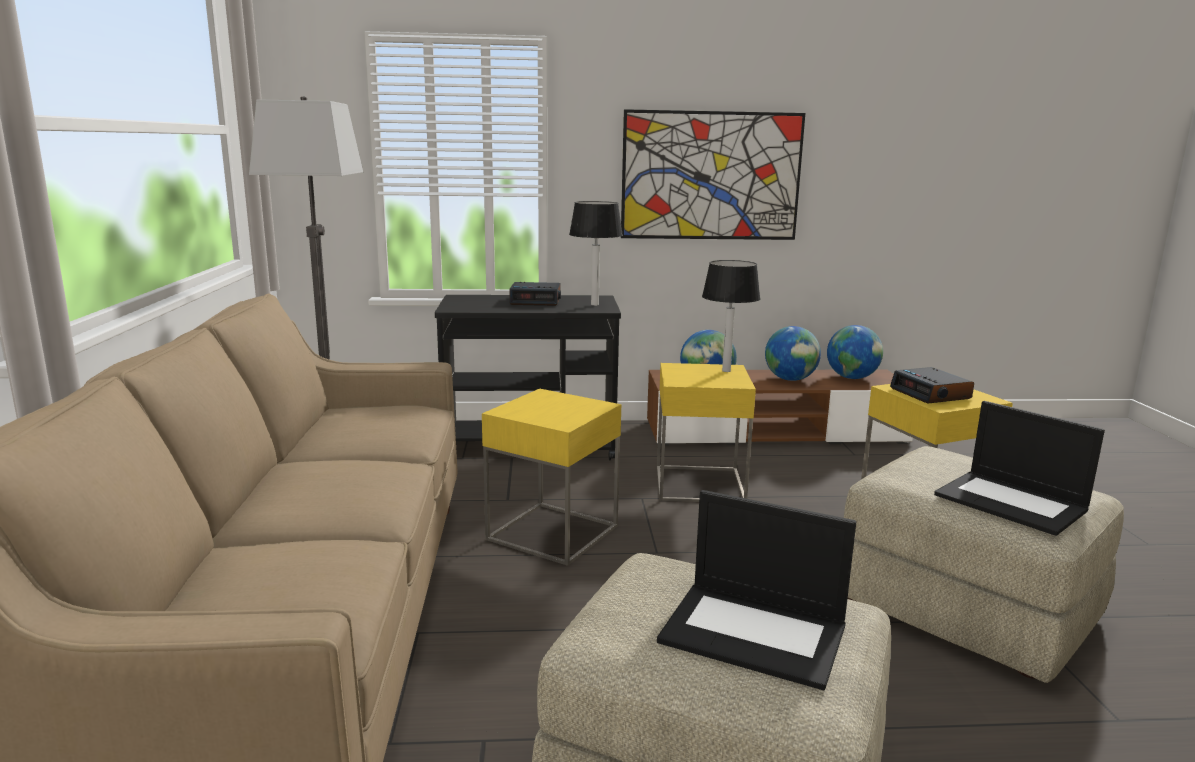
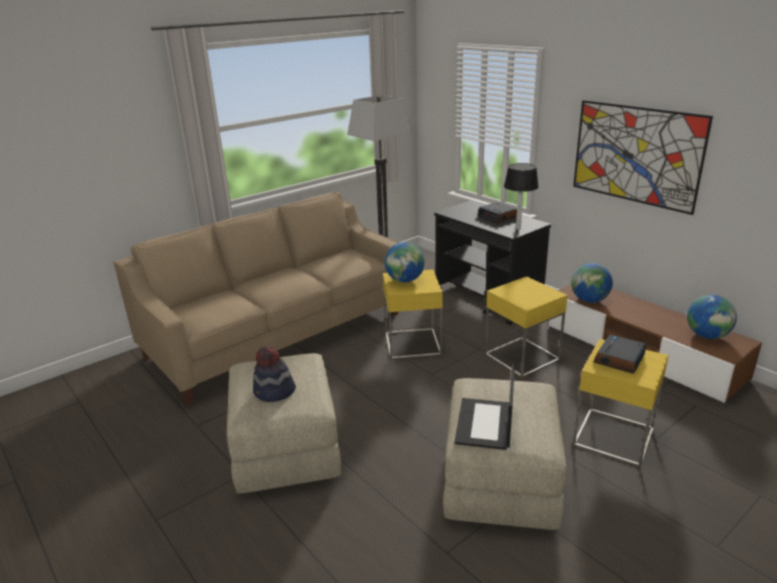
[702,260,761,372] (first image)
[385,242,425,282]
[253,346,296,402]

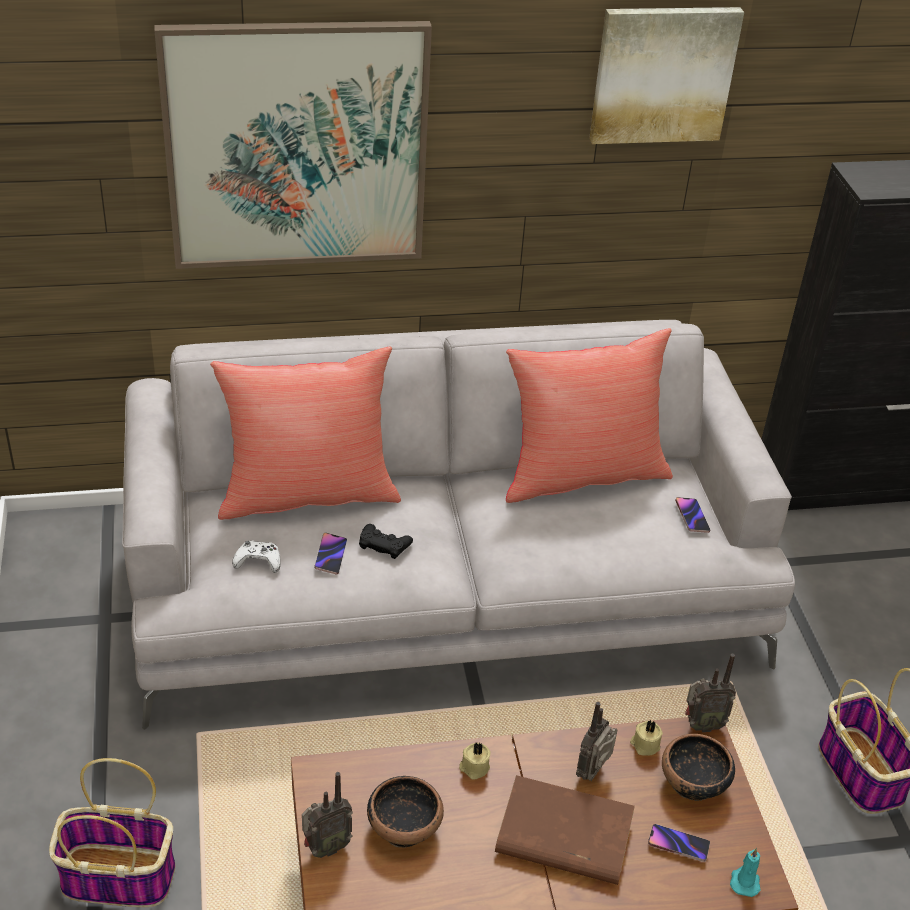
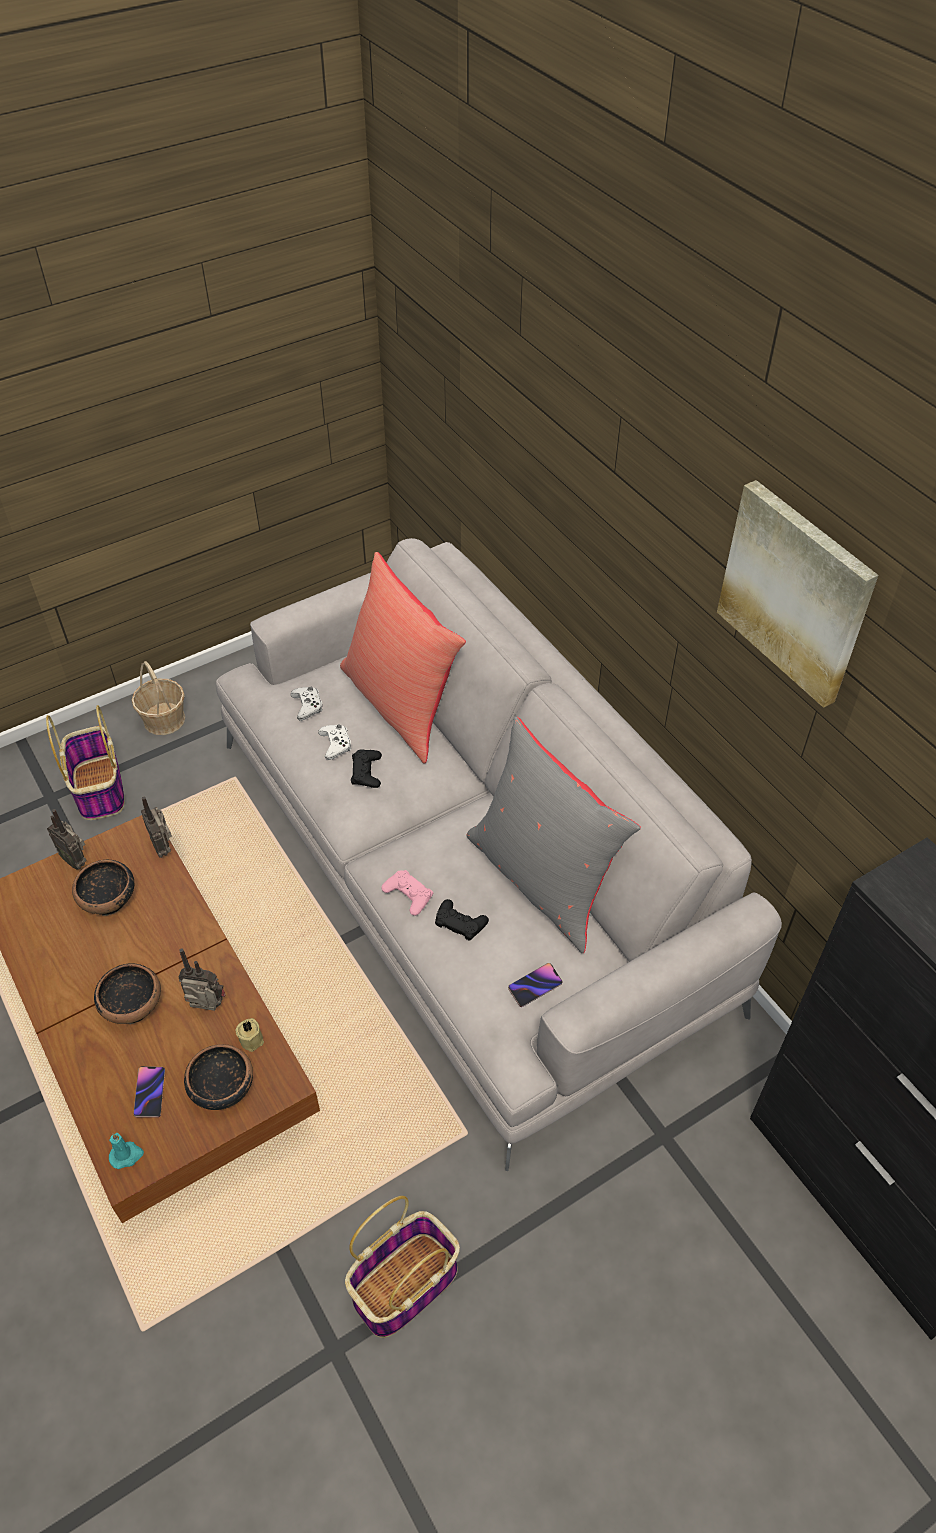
[154,21,432,269] (first image)
[459,743,491,779] (first image)
[132,661,185,735]
[381,870,433,916]
[435,899,489,941]
[141,797,172,858]
[318,724,351,760]
[94,963,161,1024]
[467,717,641,953]

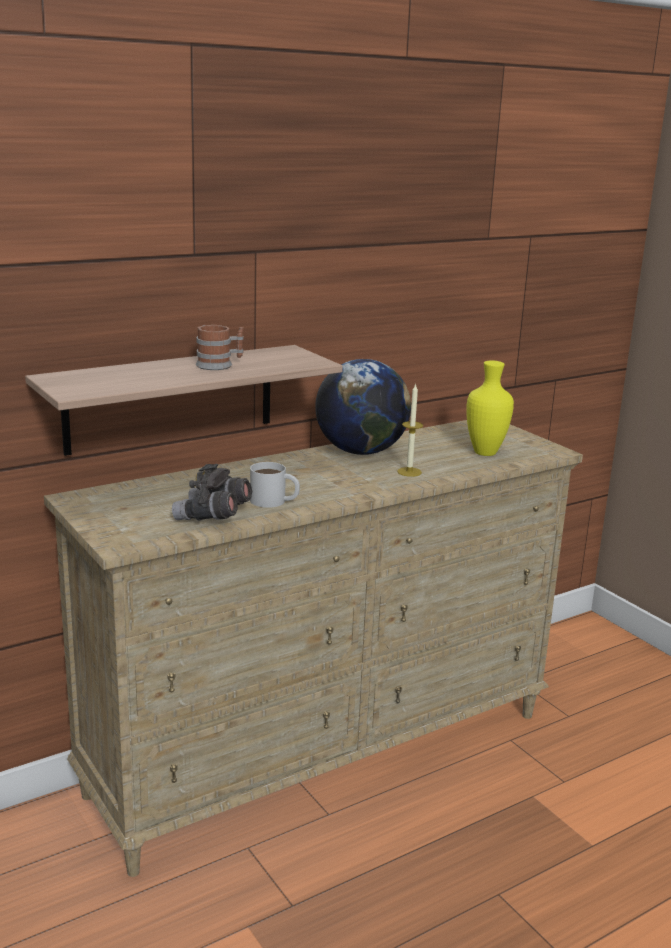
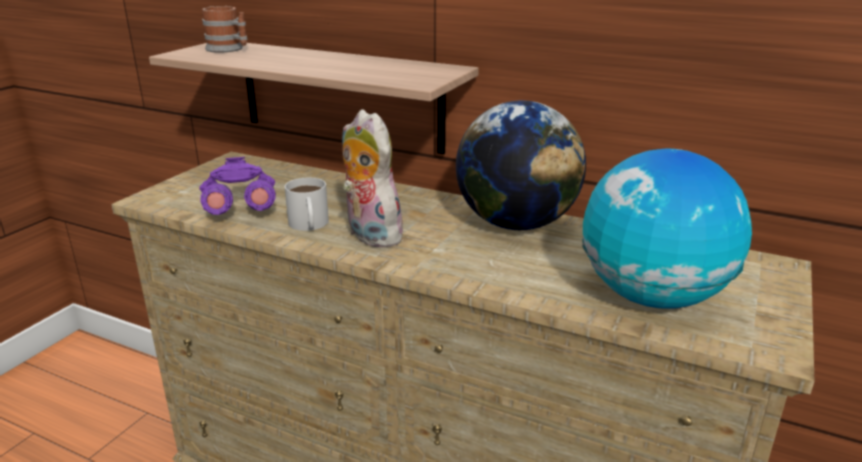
[397,383,423,477] (first image)
[342,109,403,248]
[202,6,247,53]
[582,149,752,309]
[199,157,276,215]

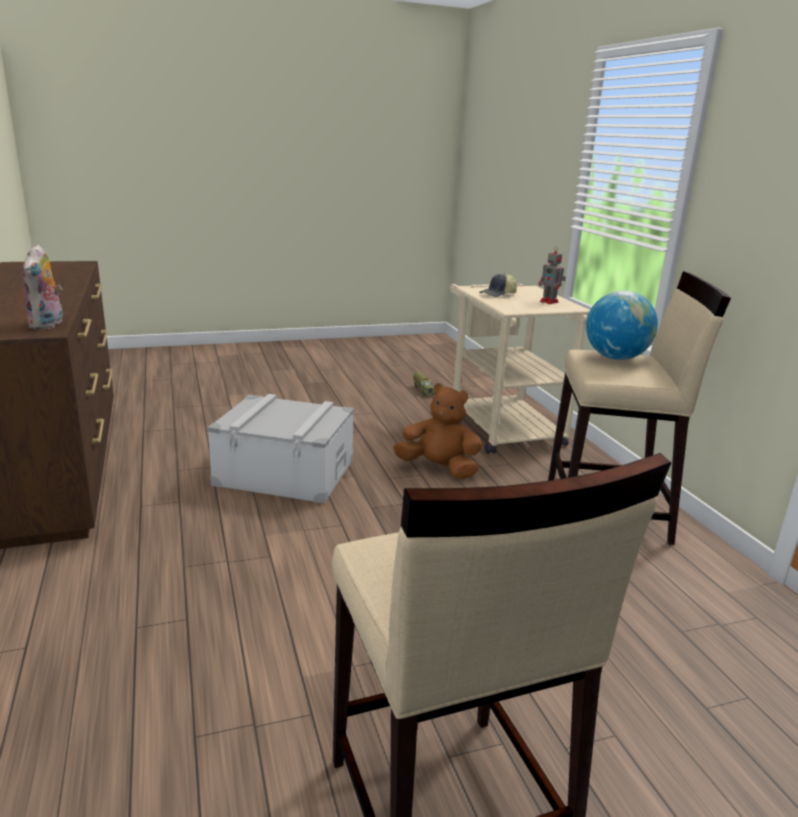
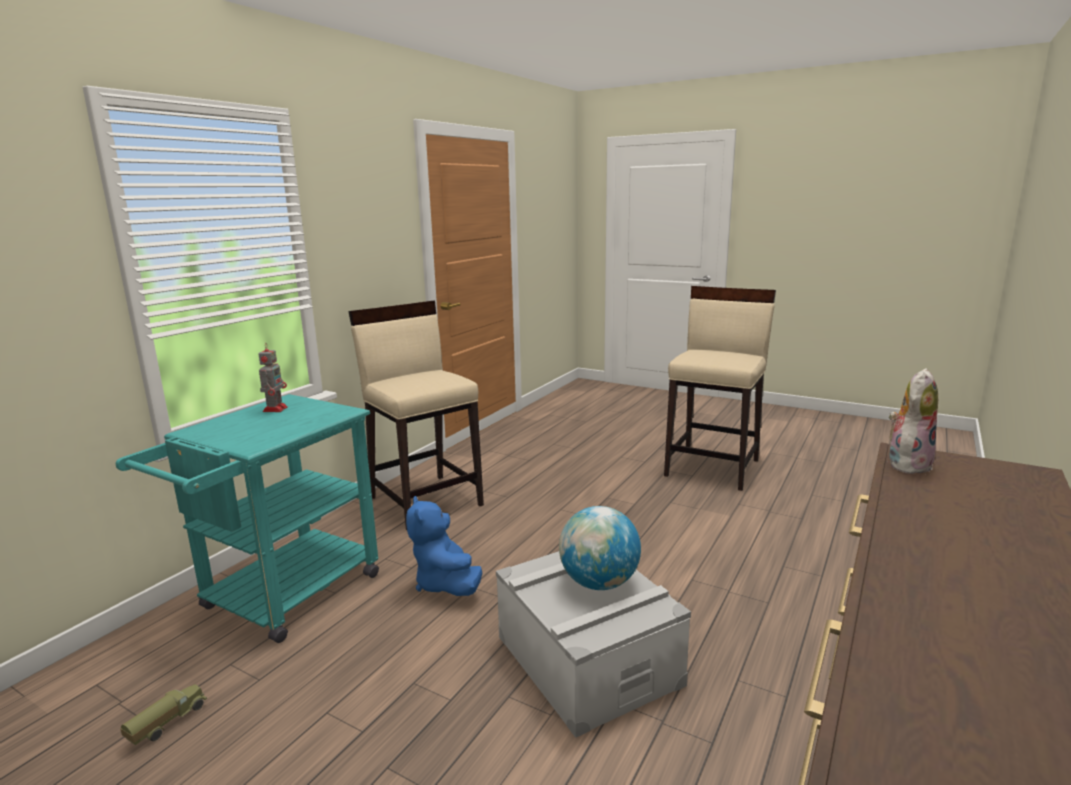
[479,273,517,297] (first image)
[559,506,641,590]
[406,496,482,596]
[116,394,379,643]

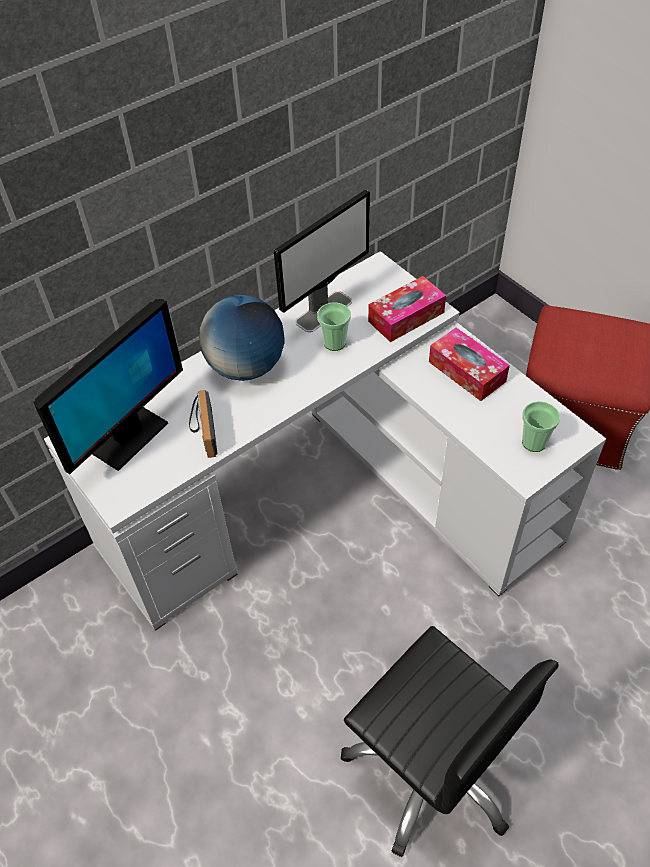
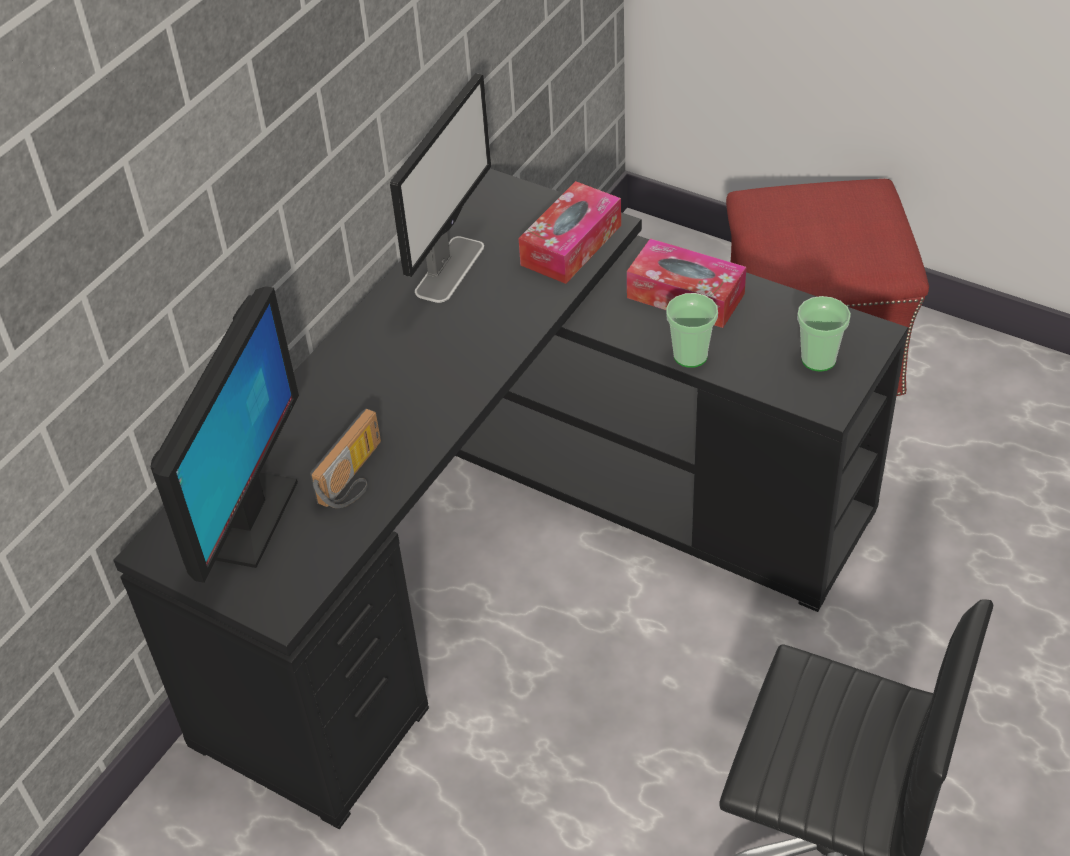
[199,295,285,381] (first image)
[666,293,718,368]
[114,169,908,829]
[310,408,381,508]

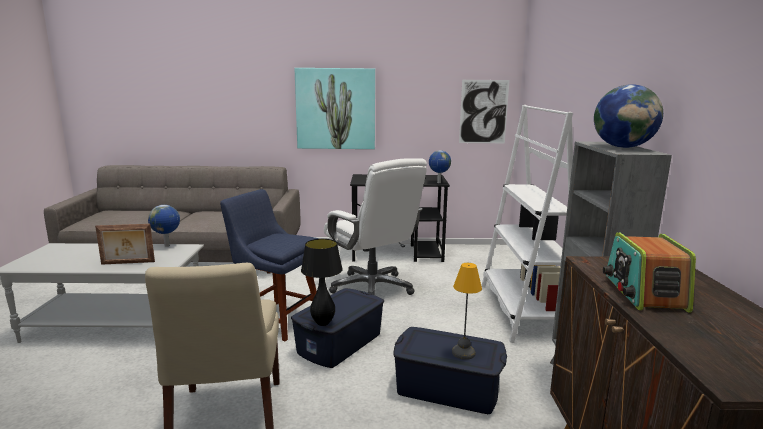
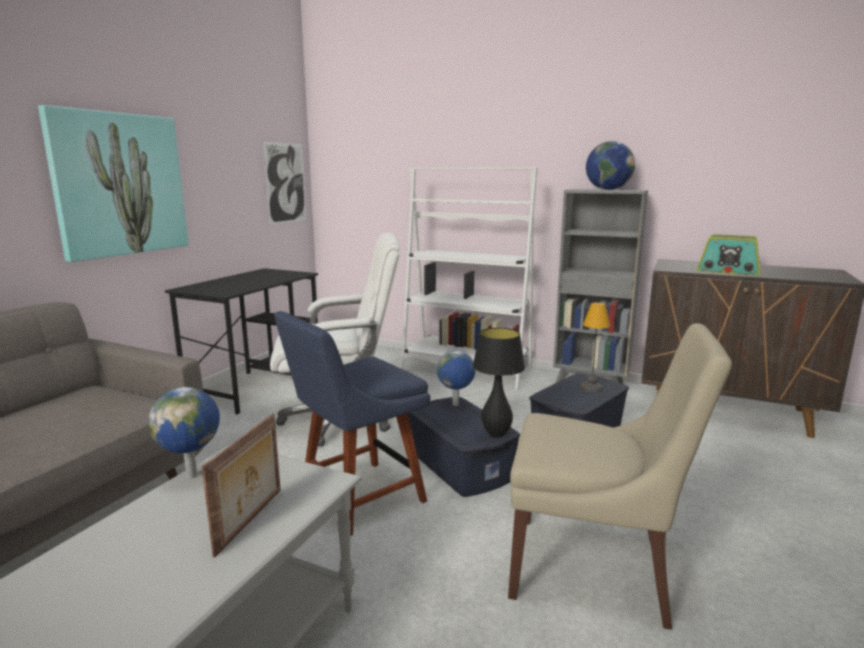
[437,350,476,406]

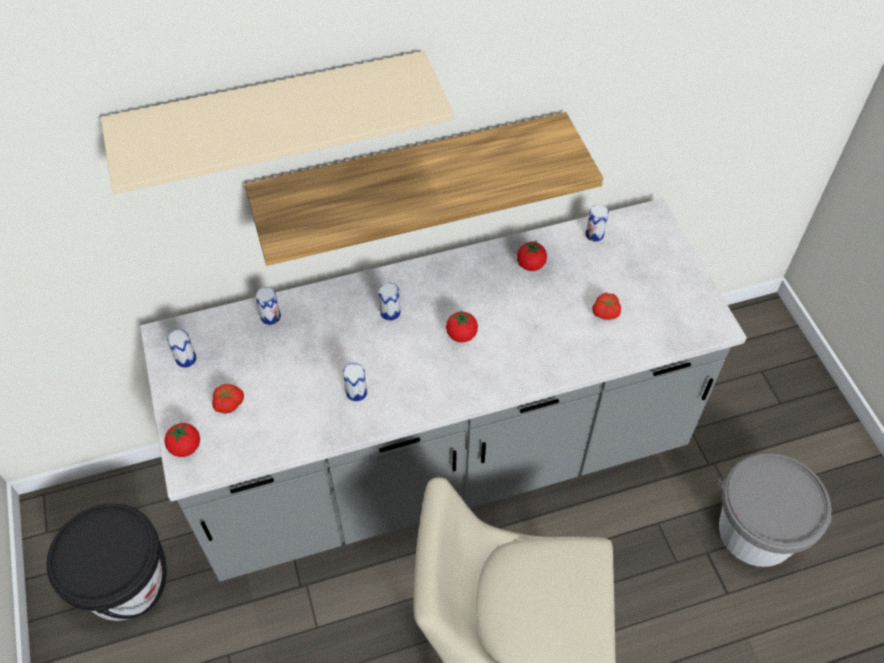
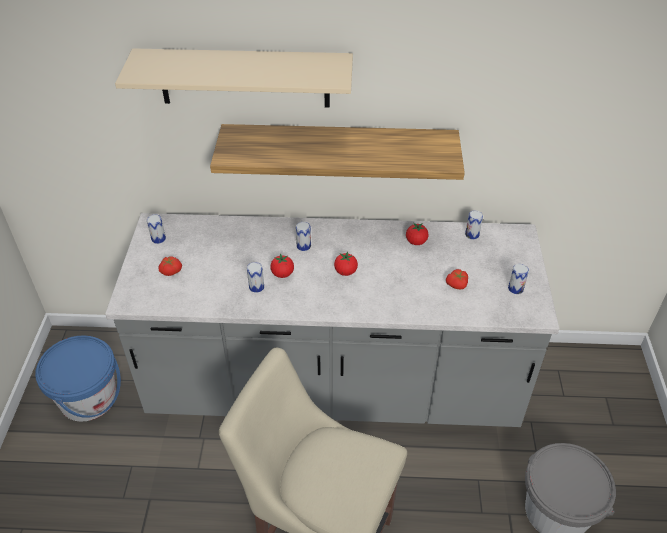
[270,254,294,278]
[508,264,529,294]
[35,335,121,421]

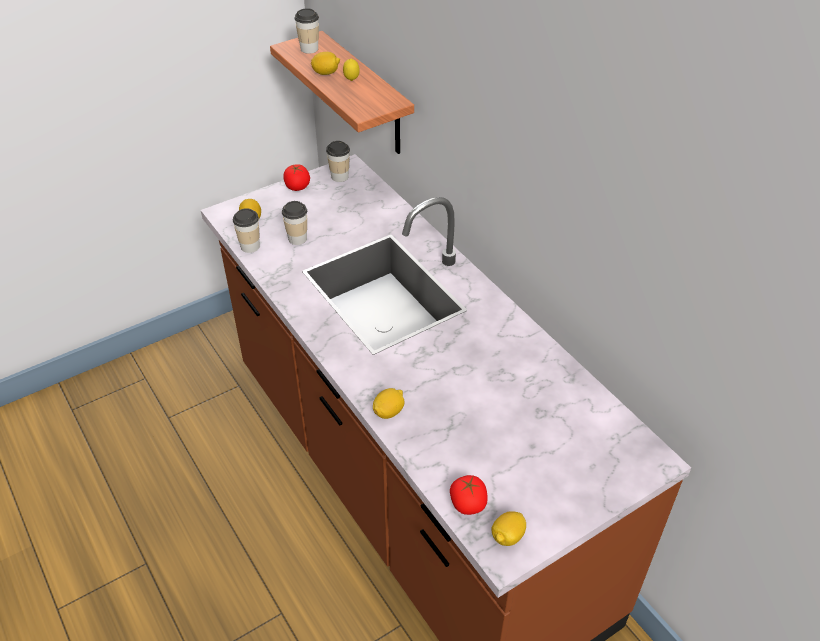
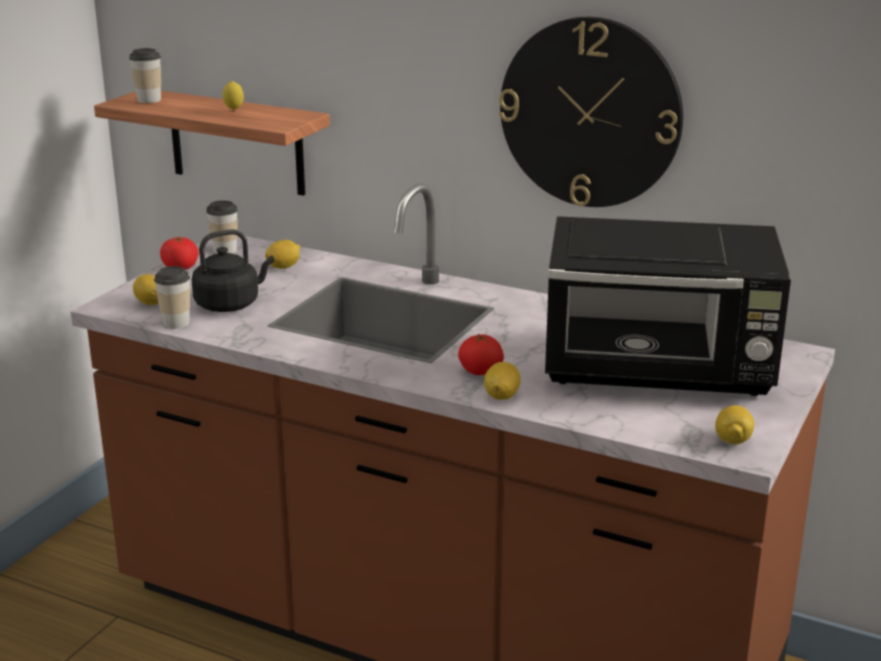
[499,17,683,207]
[545,216,791,396]
[265,240,300,269]
[458,334,504,375]
[191,229,274,312]

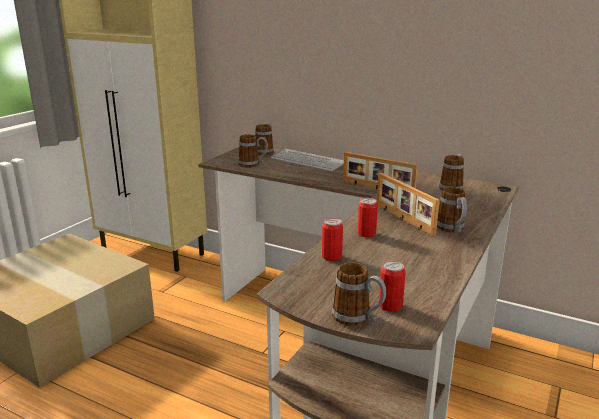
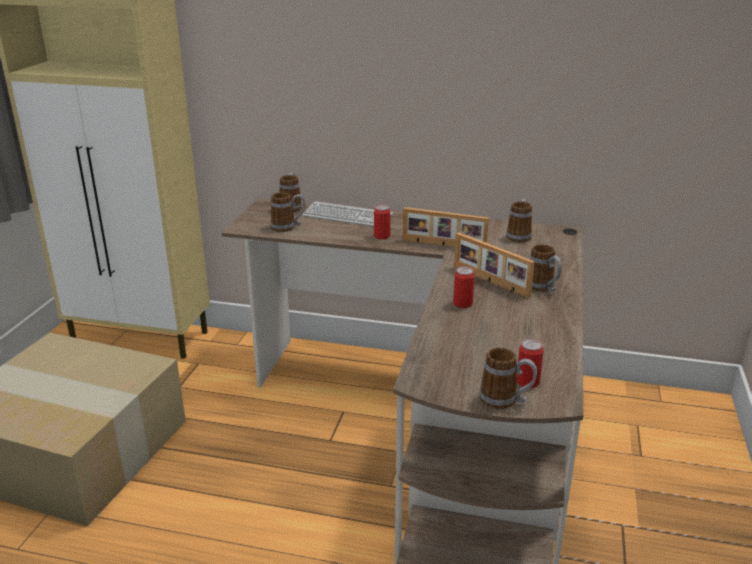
[374,205,391,239]

